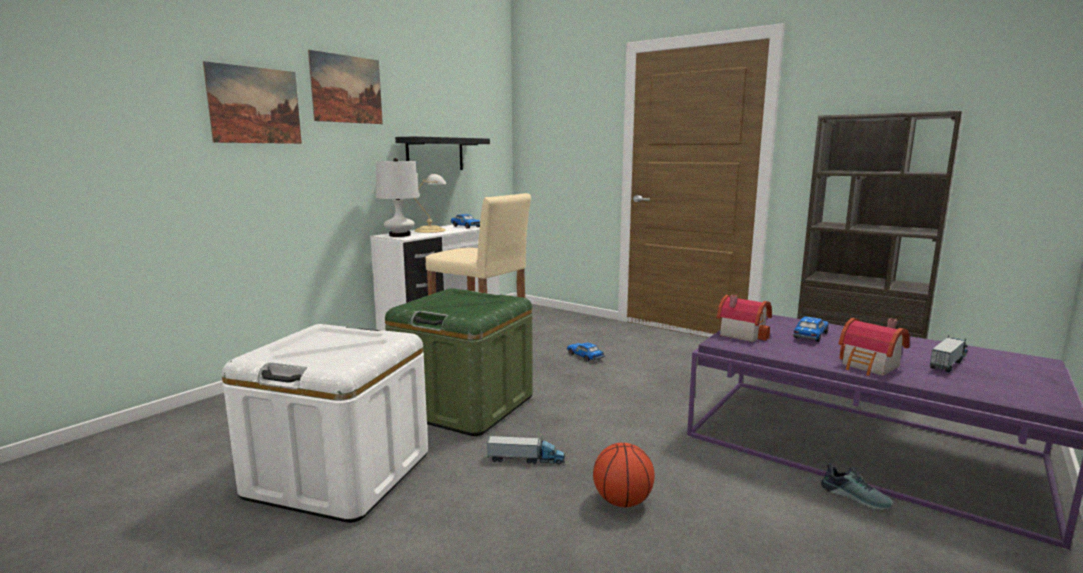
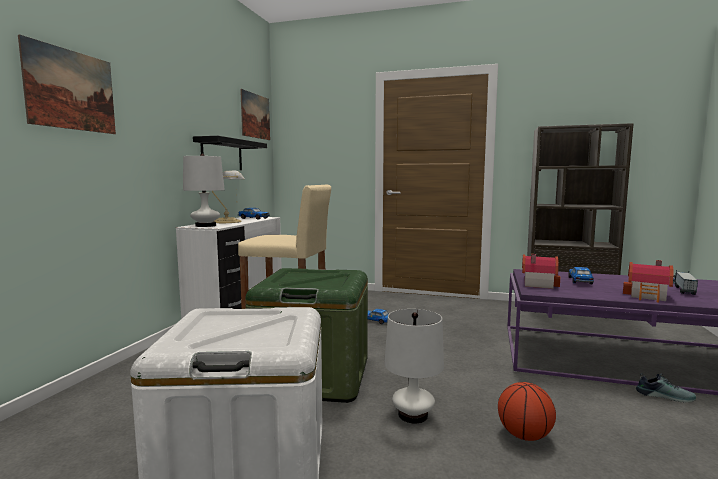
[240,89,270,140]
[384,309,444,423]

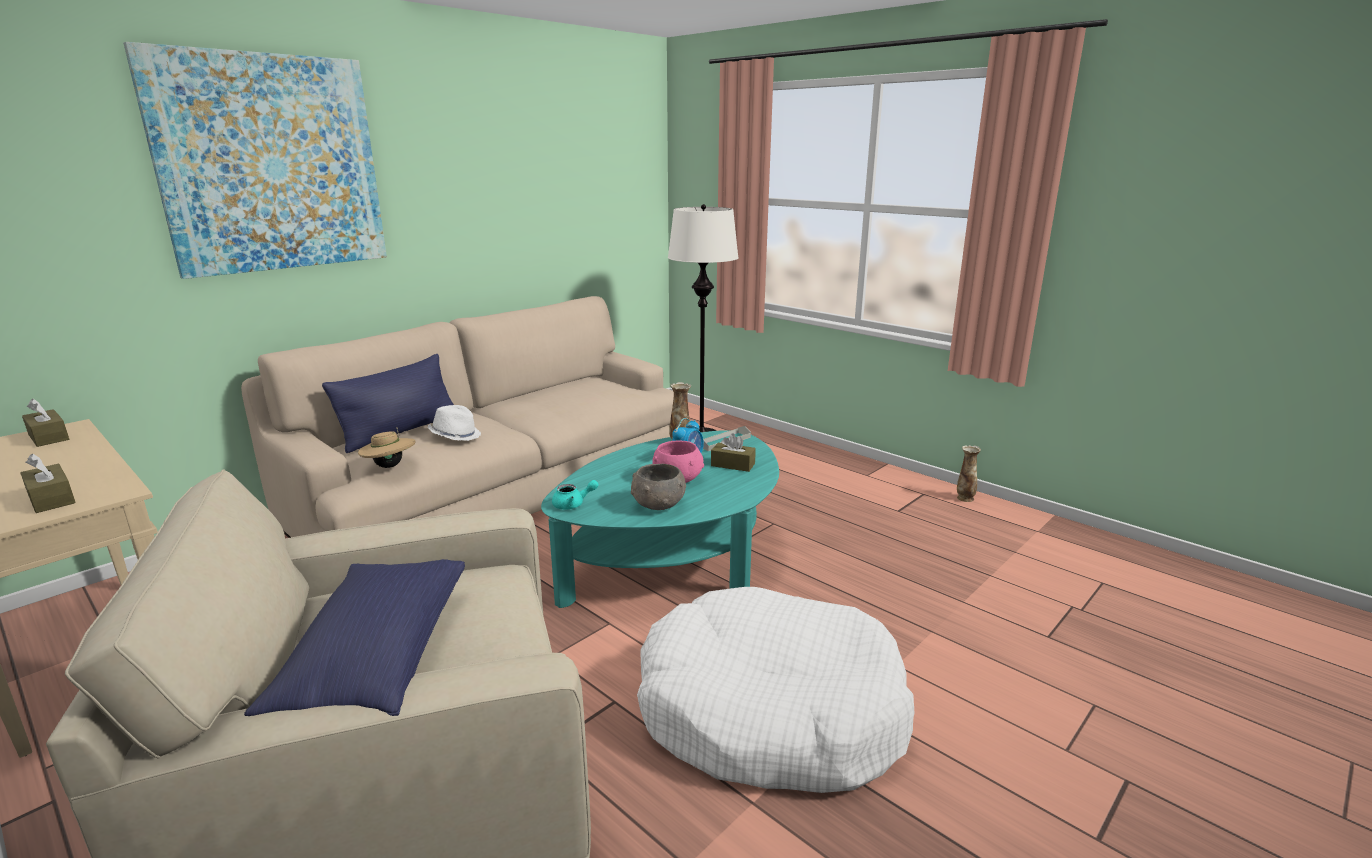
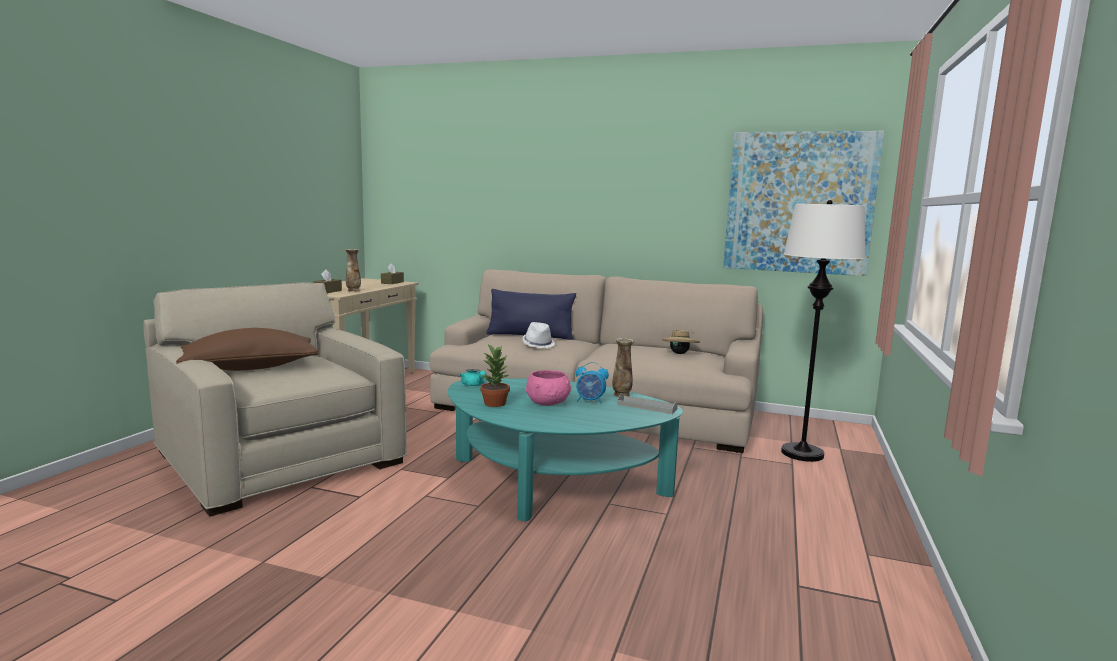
[637,587,915,793] (first image)
[711,433,756,472] (first image)
[723,131,884,276]
[662,330,700,354]
[345,249,361,291]
[480,344,510,407]
[176,328,319,371]

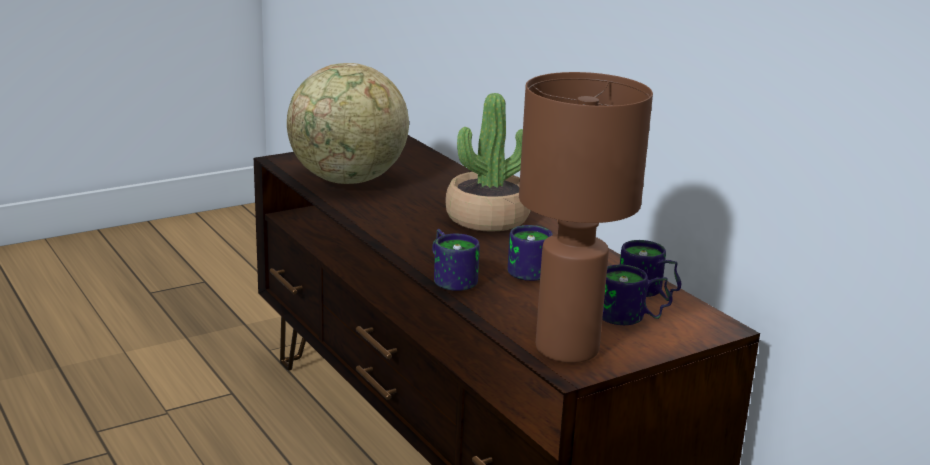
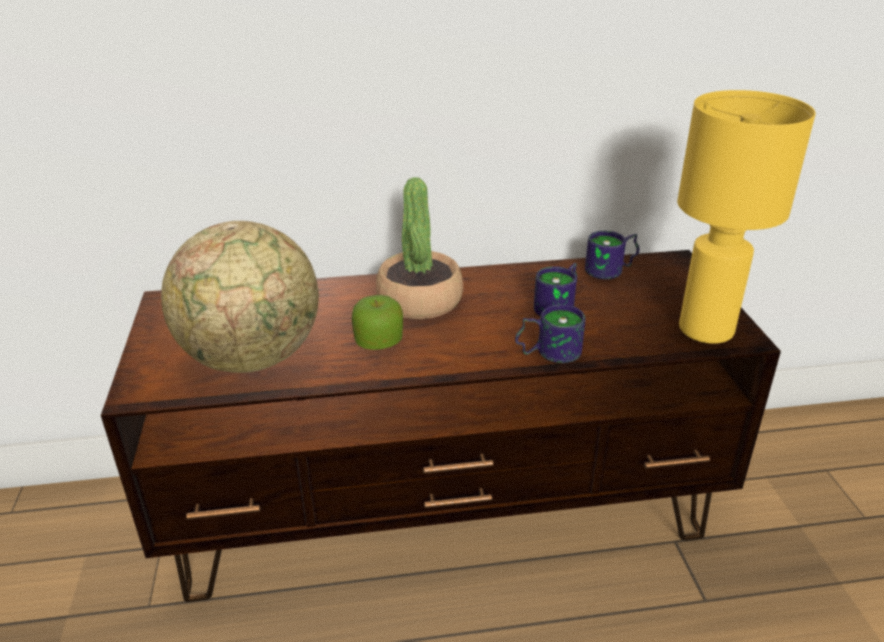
[602,265,673,325] (first image)
[352,295,403,350]
[677,90,816,344]

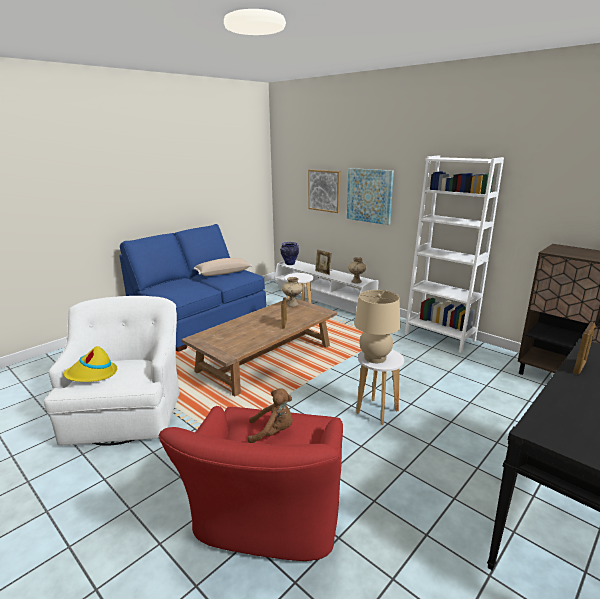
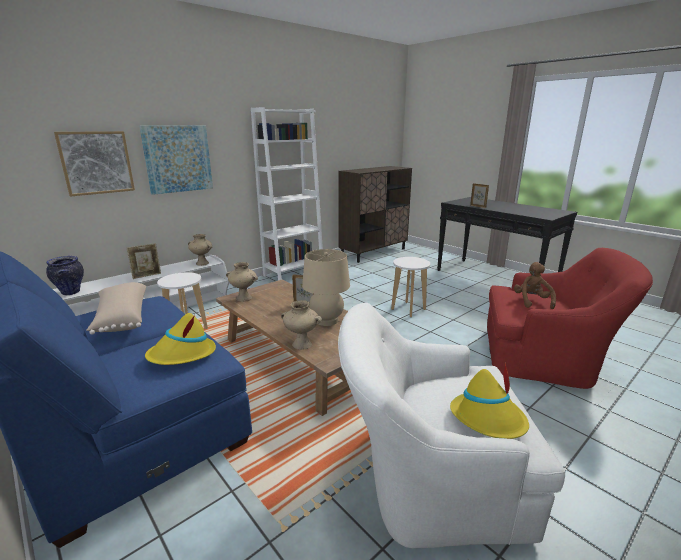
[145,313,216,365]
[281,300,322,350]
[302,249,350,326]

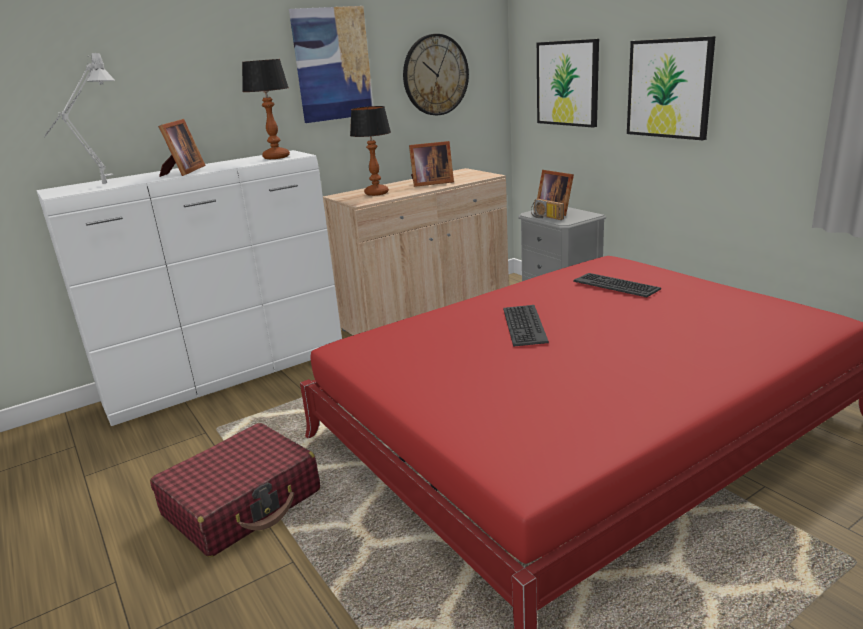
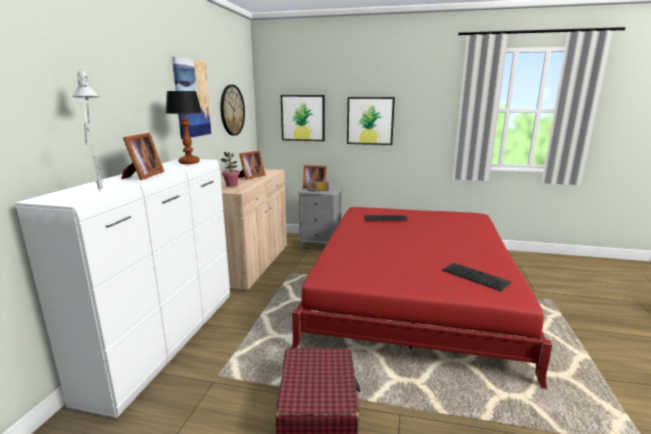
[442,263,512,291]
[220,152,240,187]
[121,133,164,180]

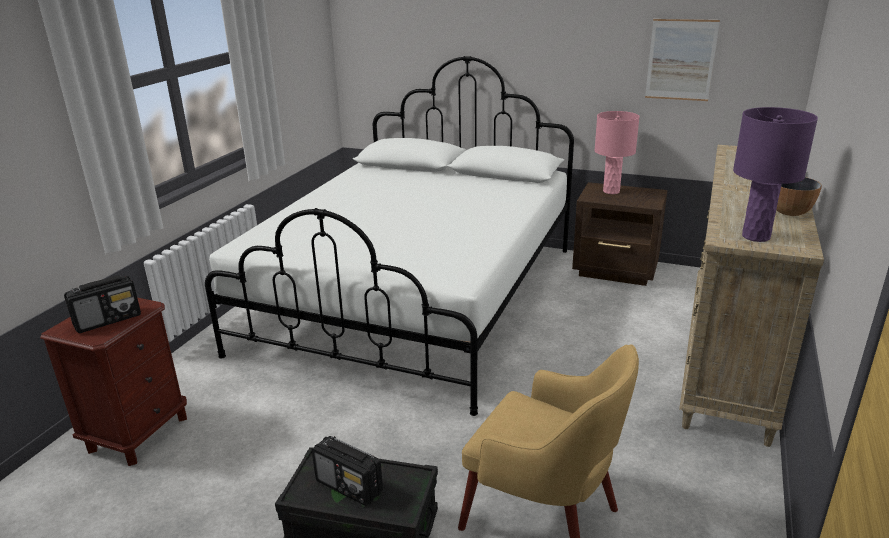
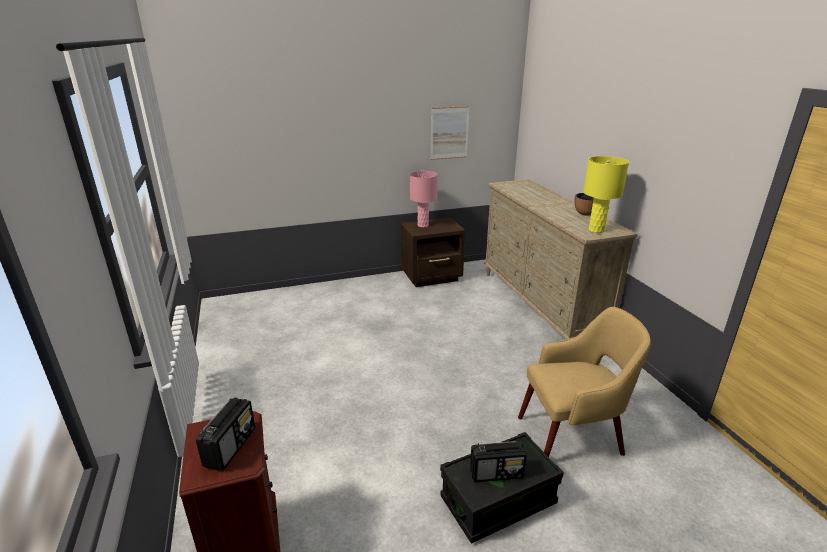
[205,56,574,416] (first image)
[583,156,629,233]

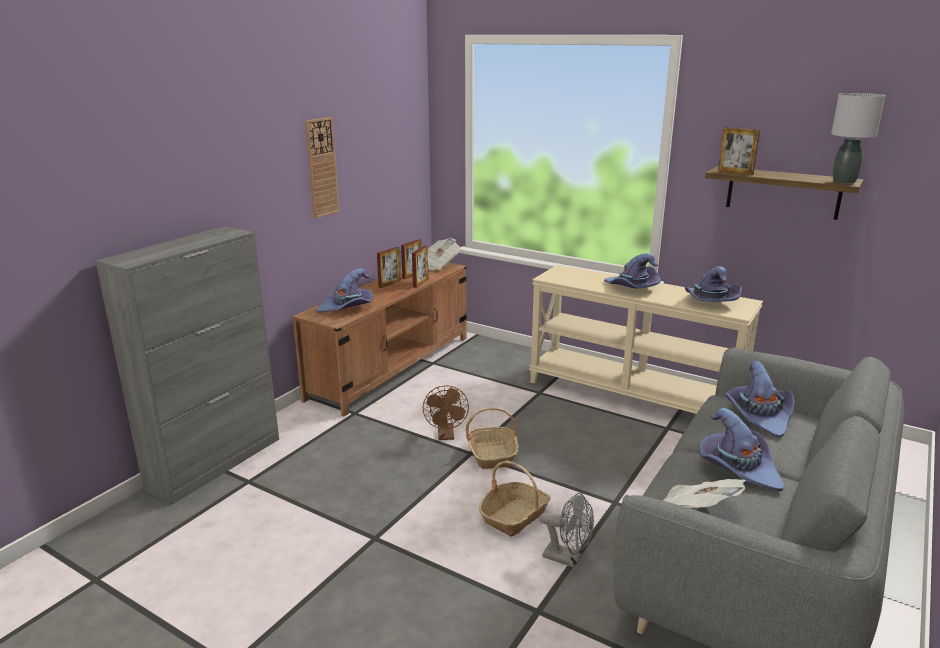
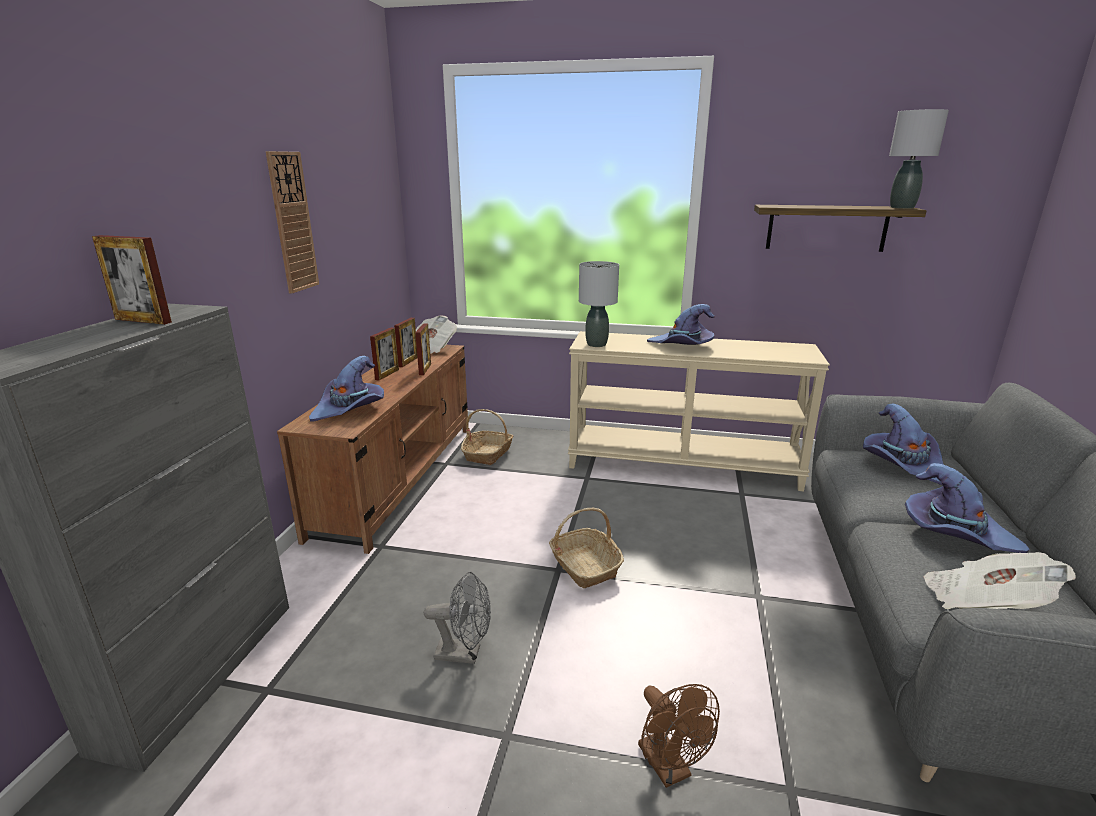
[685,266,742,302] (first image)
[579,261,619,347]
[638,684,720,788]
[461,409,513,465]
[424,572,491,664]
[92,235,172,325]

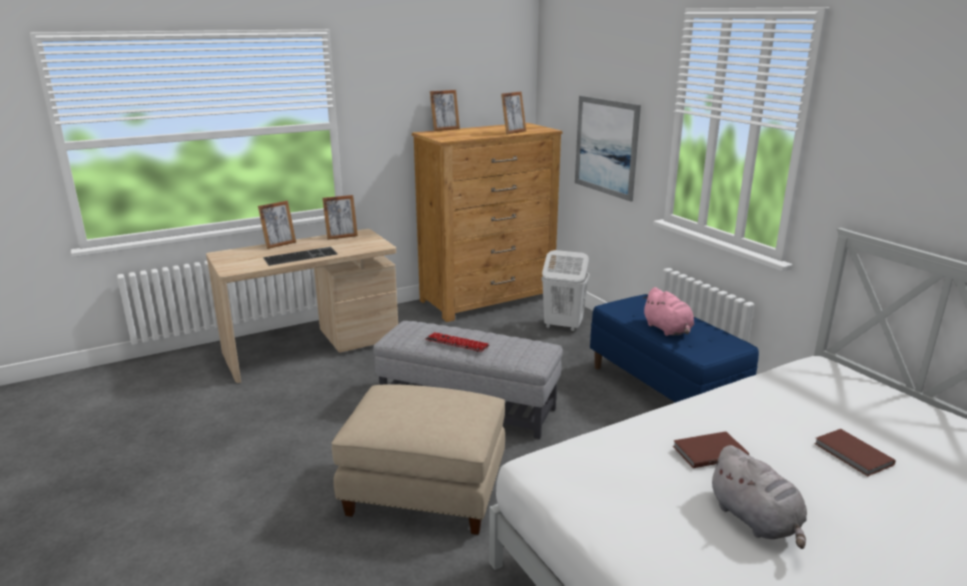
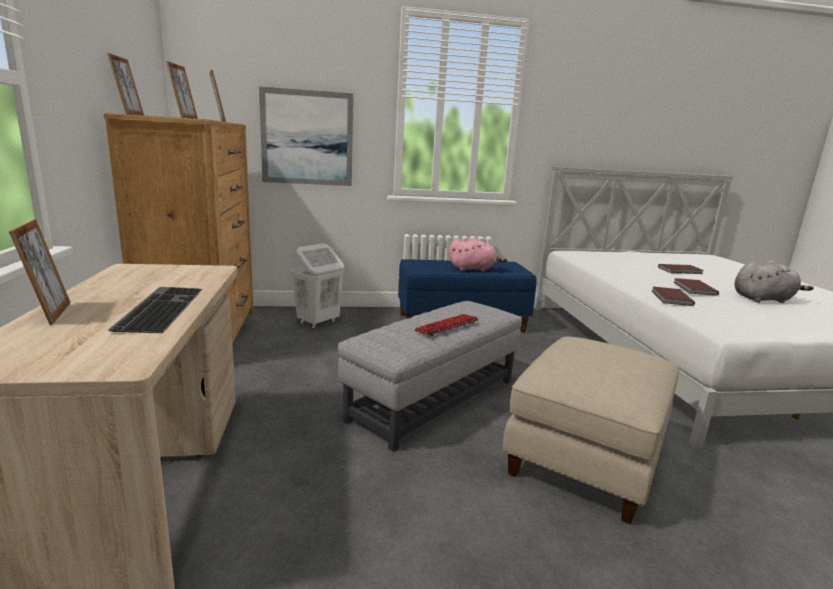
[652,286,695,306]
[166,61,198,119]

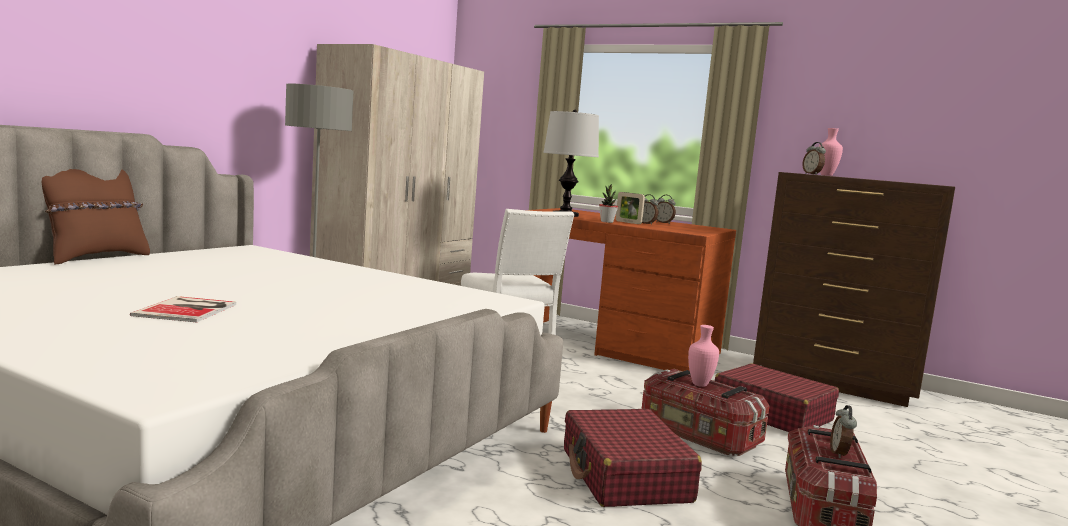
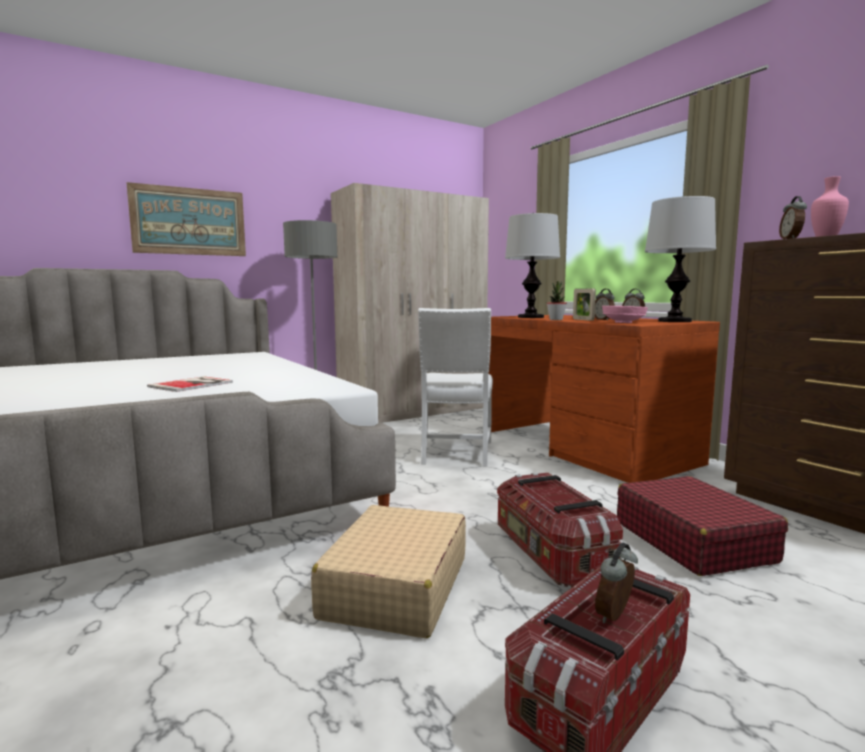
[42,169,150,265] (first image)
[688,325,719,387] (first image)
[127,182,246,256]
[602,306,648,323]
[645,196,716,322]
[147,376,233,392]
[311,505,466,638]

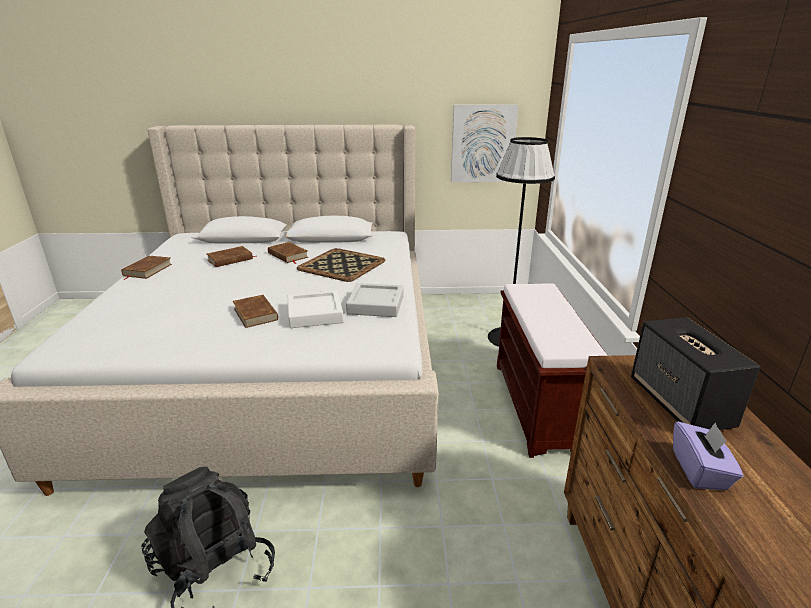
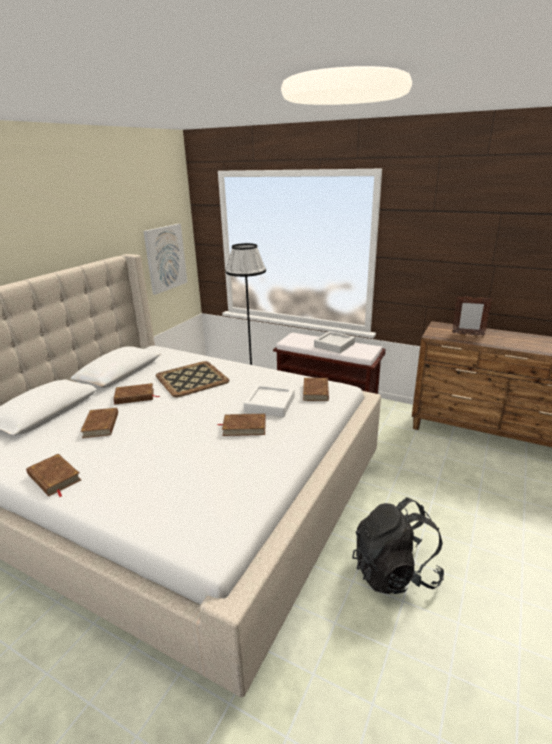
[673,421,743,490] (first image)
[303,378,329,401]
[314,331,355,353]
[452,296,492,336]

